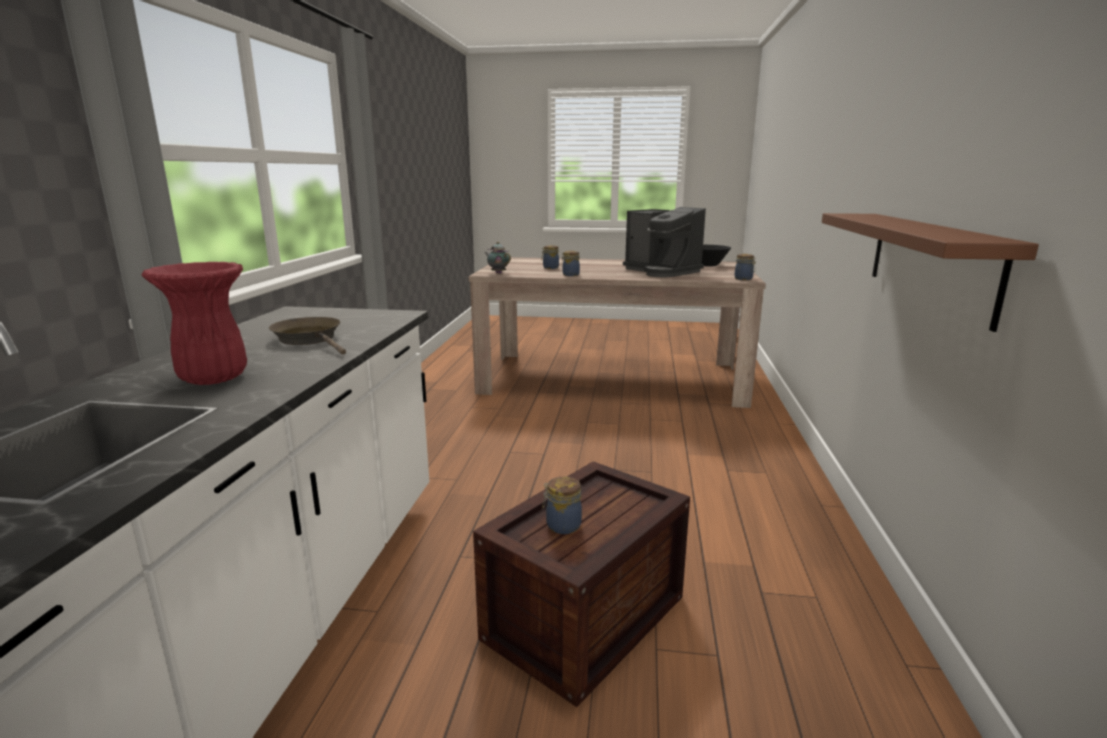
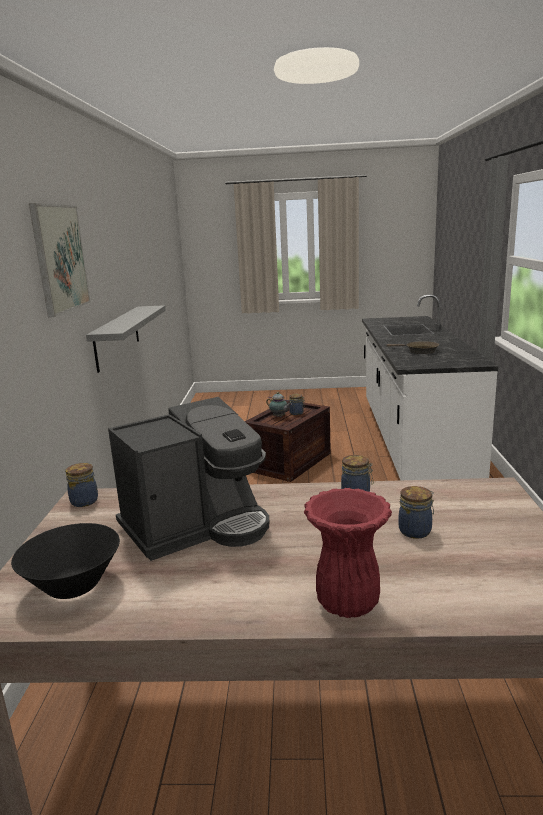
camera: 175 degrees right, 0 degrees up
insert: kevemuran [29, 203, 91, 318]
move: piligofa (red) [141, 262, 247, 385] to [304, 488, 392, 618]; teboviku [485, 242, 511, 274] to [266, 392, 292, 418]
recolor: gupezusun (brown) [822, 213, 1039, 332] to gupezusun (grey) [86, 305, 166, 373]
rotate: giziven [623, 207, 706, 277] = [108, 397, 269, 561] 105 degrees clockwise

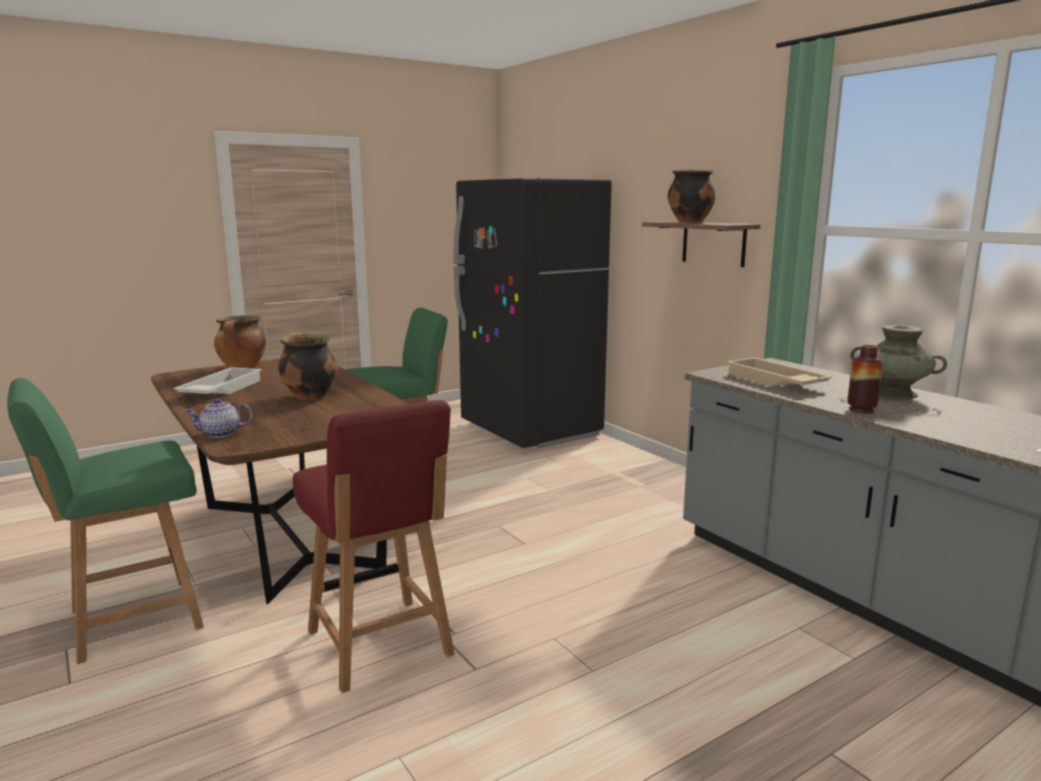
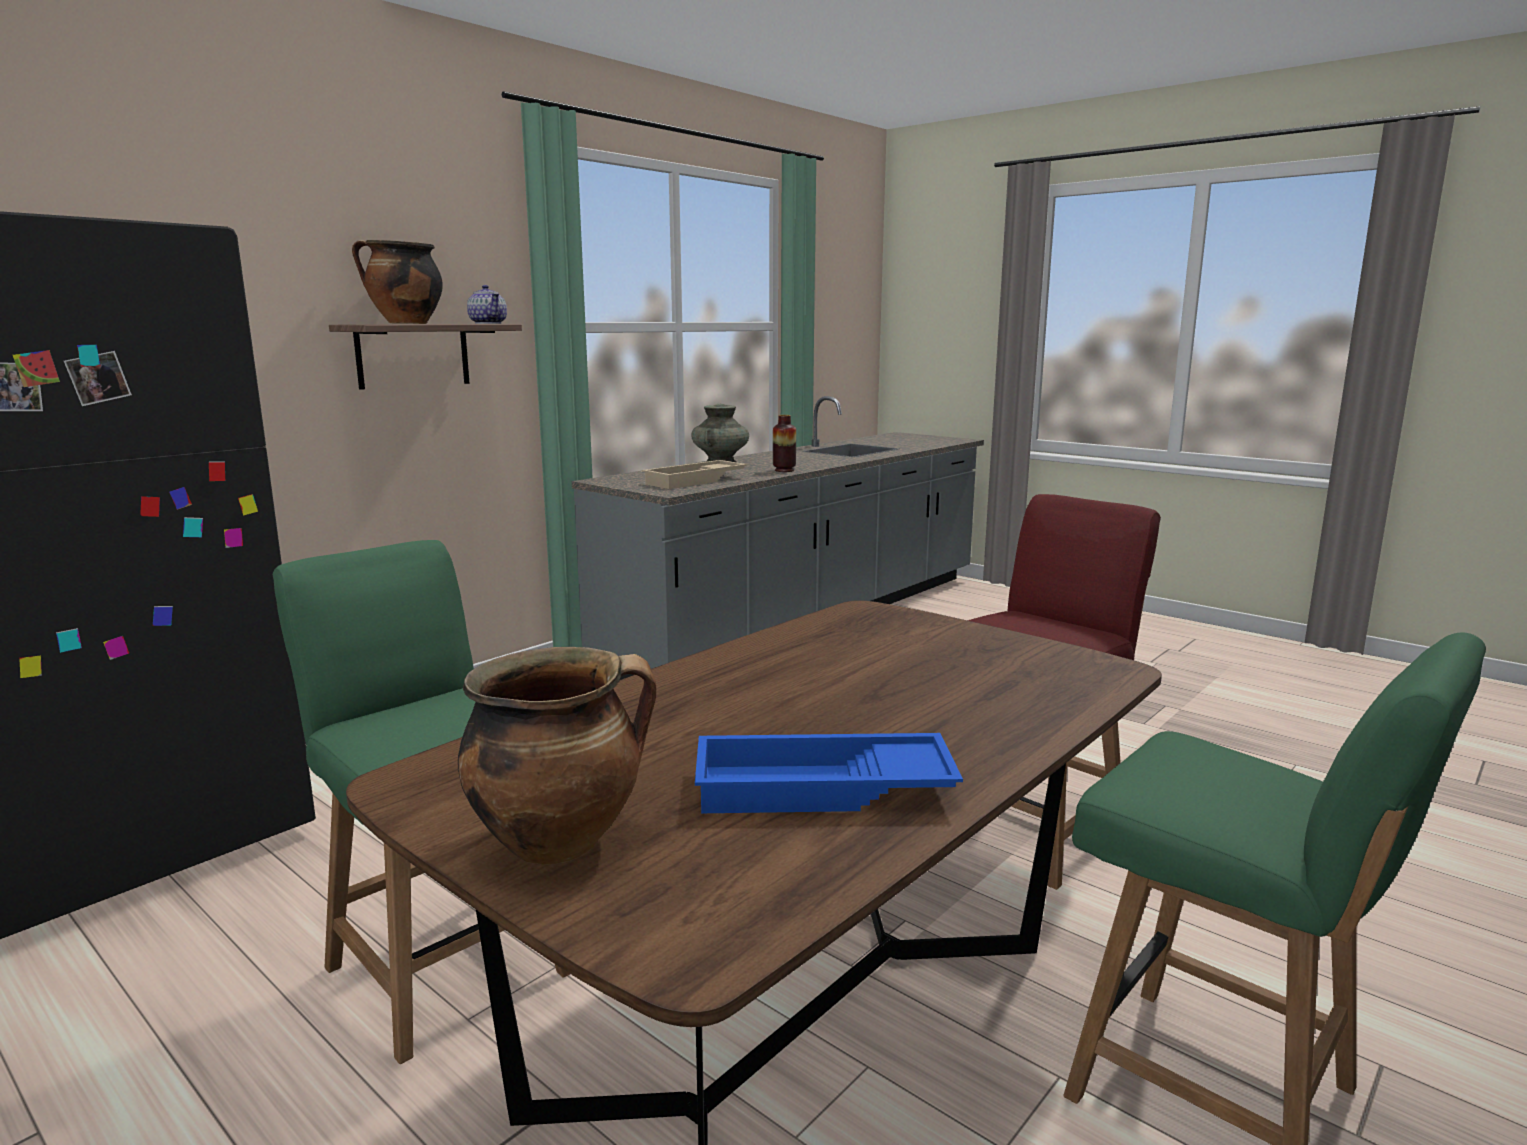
camera: 105 degrees left, 0 degrees up
delete: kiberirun [278, 333, 337, 400]
move: teboviku [184, 398, 252, 438] to [467, 285, 507, 324]
recolor: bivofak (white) [173, 367, 262, 394] to bivofak (blue) [695, 733, 963, 813]

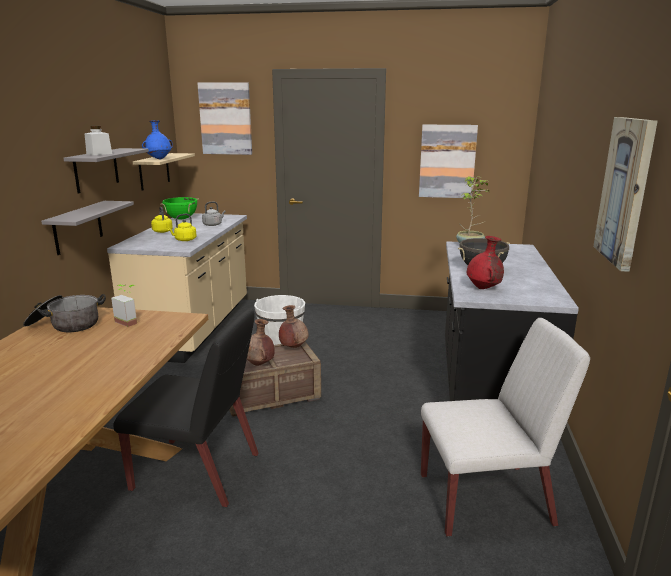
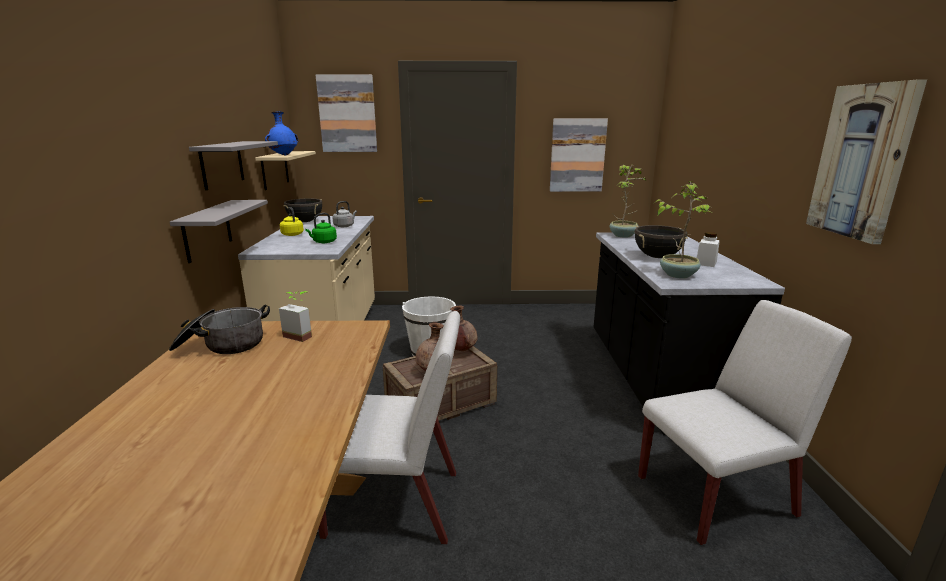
camera: 10 degrees left, 0 degrees up
move: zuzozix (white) [85, 126, 112, 155] to [697, 232, 720, 267]
replace: piligofa (red) [467, 236, 504, 289] to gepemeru [654, 181, 713, 279]
recolor: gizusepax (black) [114, 309, 259, 507] to gizusepax (white) [318, 311, 460, 545]; kiberirun (green) [160, 197, 199, 219] to kiberirun (black) [283, 199, 322, 222]; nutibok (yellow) [167, 214, 196, 241] to nutibok (green) [305, 213, 337, 243]

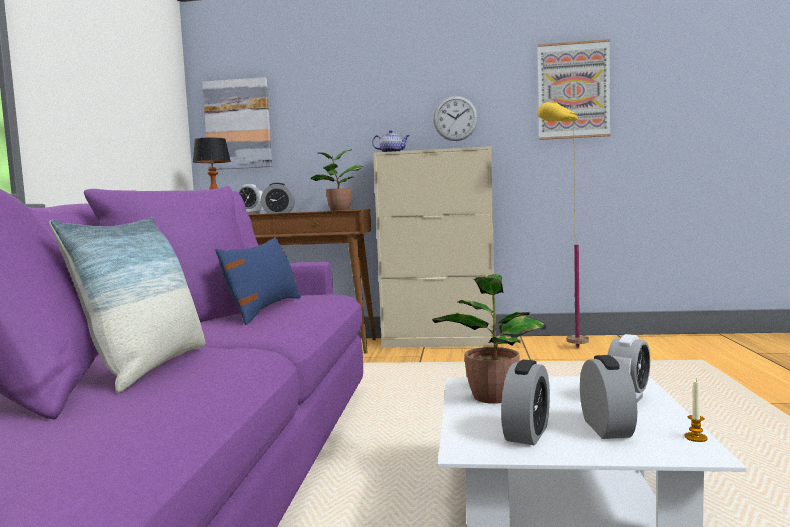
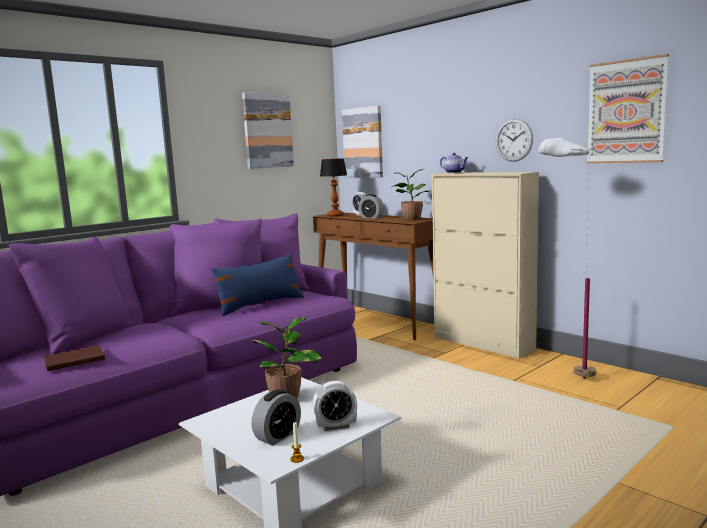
camera: 40 degrees right, 5 degrees up
delete: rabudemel [49, 217, 205, 393]; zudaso [501, 360, 550, 445]
insert: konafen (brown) [43, 345, 105, 371]; kevemuran [242, 92, 294, 169]
recolor: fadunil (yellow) [537, 102, 589, 348] to fadunil (white) [539, 137, 596, 379]

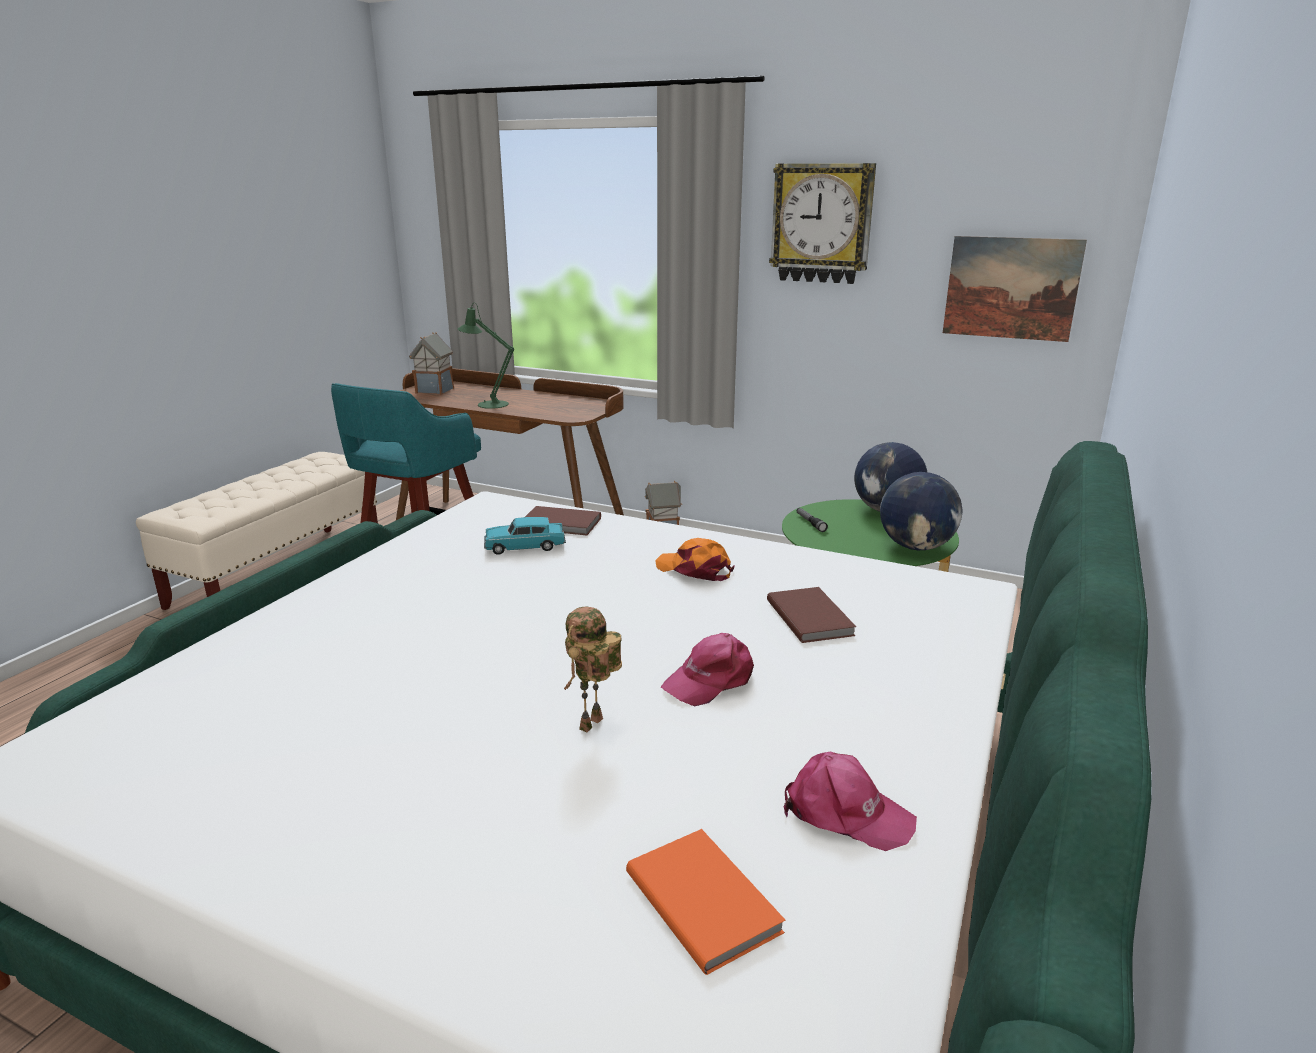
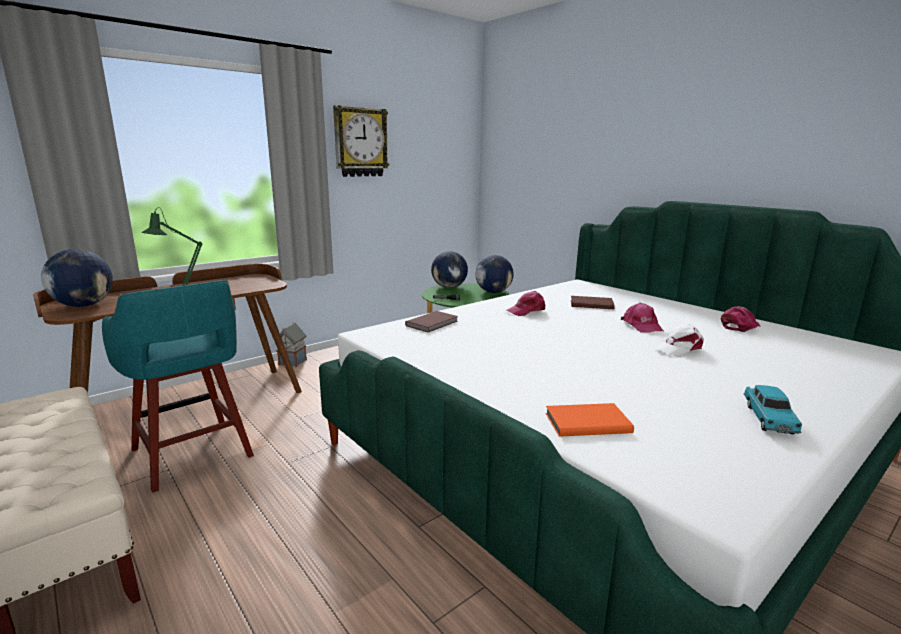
camera: 65 degrees left, 5 degrees down
delete: kevemuran [943, 236, 1087, 342]
move: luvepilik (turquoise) [484, 517, 566, 555] to [744, 385, 802, 434]; konafen (orange) [626, 829, 785, 975] to [545, 403, 634, 437]
replace: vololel [409, 332, 454, 395] to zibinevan [41, 249, 113, 307]; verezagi [564, 607, 622, 732] to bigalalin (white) [654, 324, 704, 357]
recolor: bigalalin (orange) [655, 538, 735, 581] to bigalalin (pink) [505, 291, 545, 316]

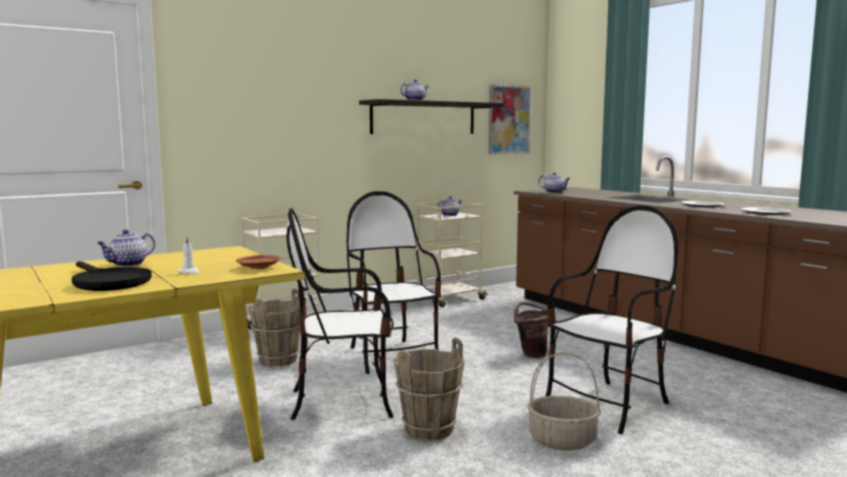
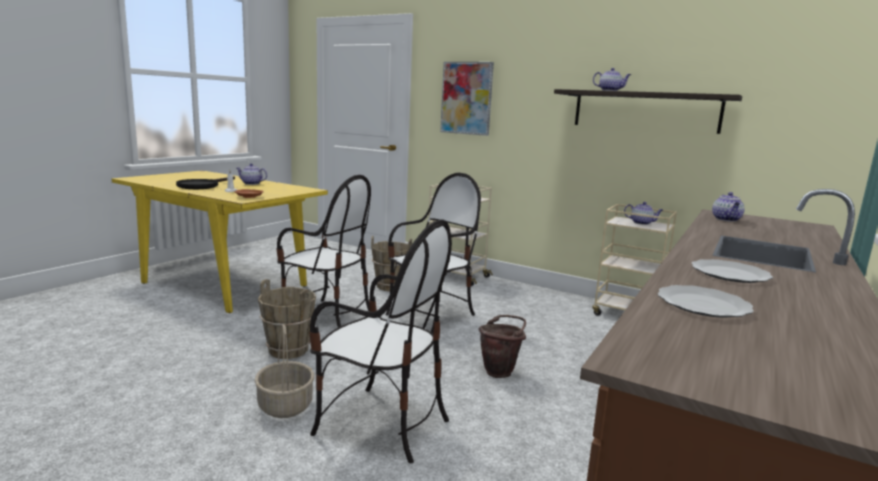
camera: 65 degrees right, 5 degrees up
move: kevemuran [489, 84, 531, 154] to [440, 62, 494, 136]
rotate: gizusepax [286, 208, 394, 420] = [277, 175, 371, 327] 150 degrees clockwise

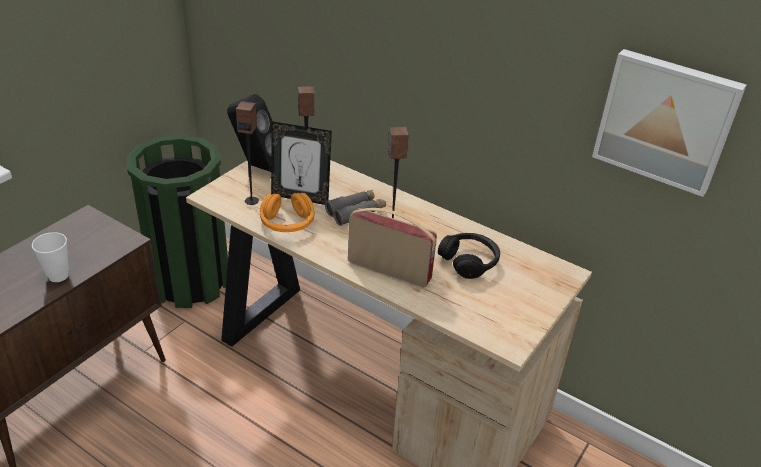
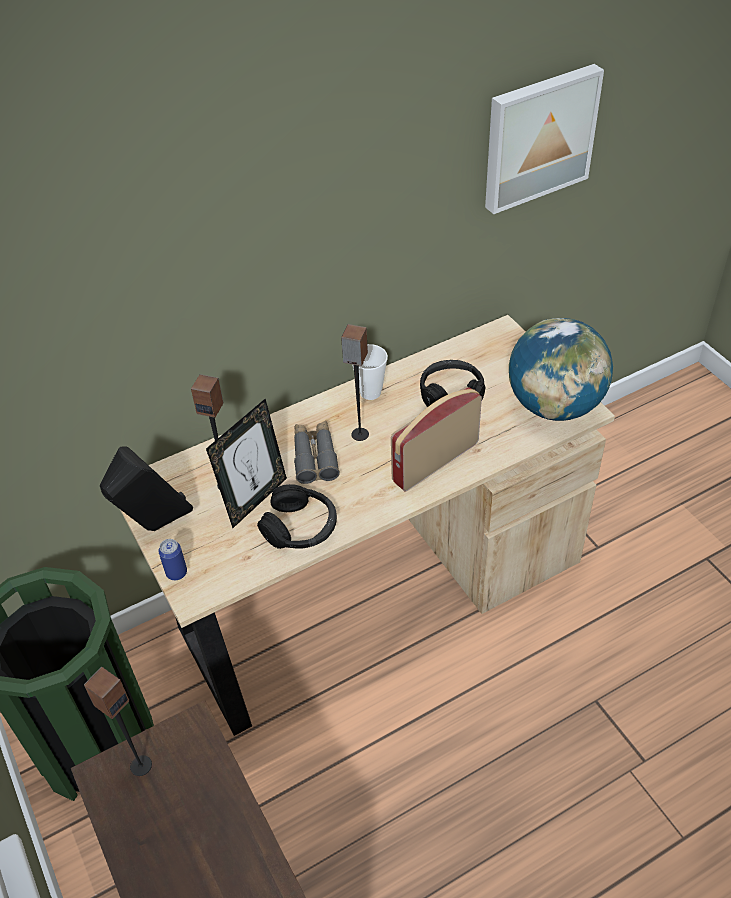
camera: 60 degrees left, 10 degrees up
insert: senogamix [158, 539, 187, 580]; zibinevan [509, 318, 613, 421]
move: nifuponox [32, 232, 69, 282] to [352, 344, 388, 400]; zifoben [236, 101, 259, 205] to [84, 667, 152, 776]
recolor: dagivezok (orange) [260, 193, 315, 232] to dagivezok (black) [257, 484, 337, 549]

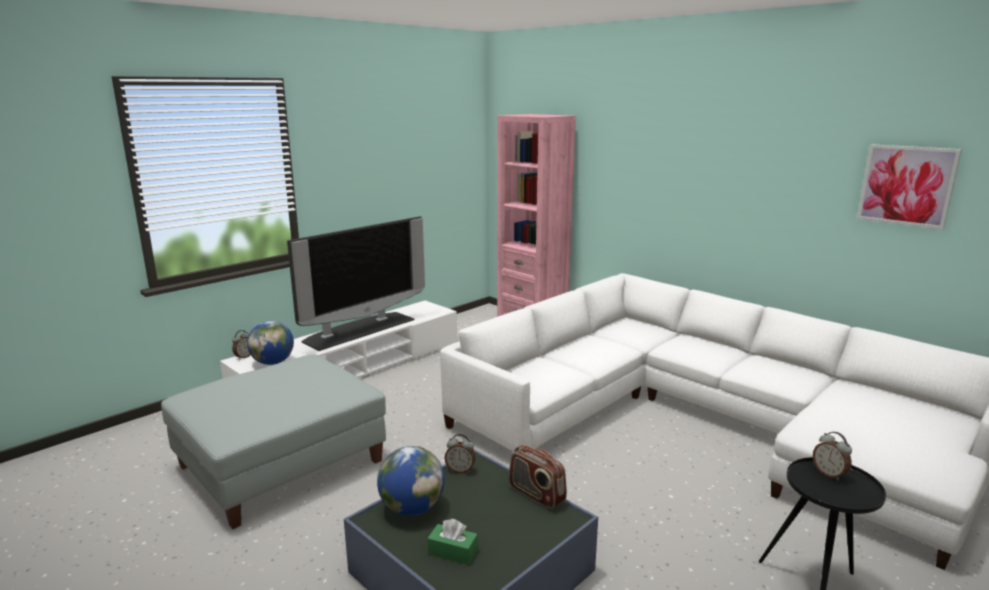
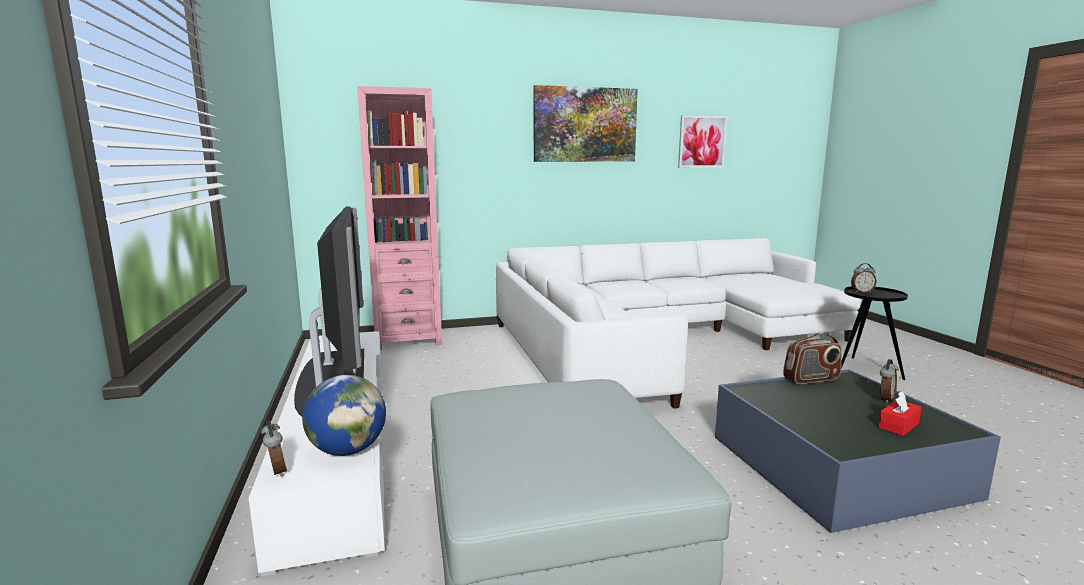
camera: 60 degrees left, 5 degrees down
delete: zibinevan [377, 446, 445, 516]
insert: kevemuran [533, 85, 638, 162]
move: zudaso [445, 434, 476, 473] to [880, 359, 899, 403]
recolor: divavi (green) [428, 519, 478, 565] to divavi (red) [878, 391, 922, 436]

